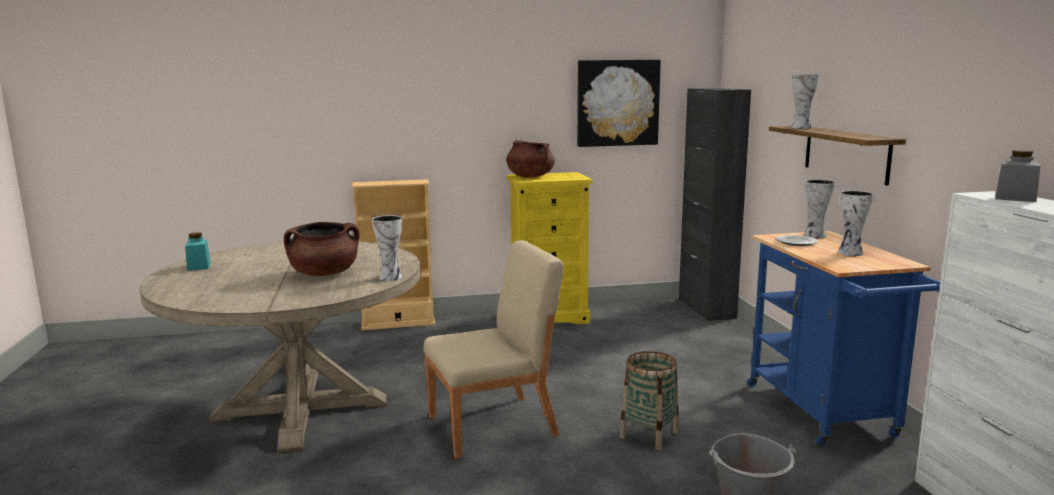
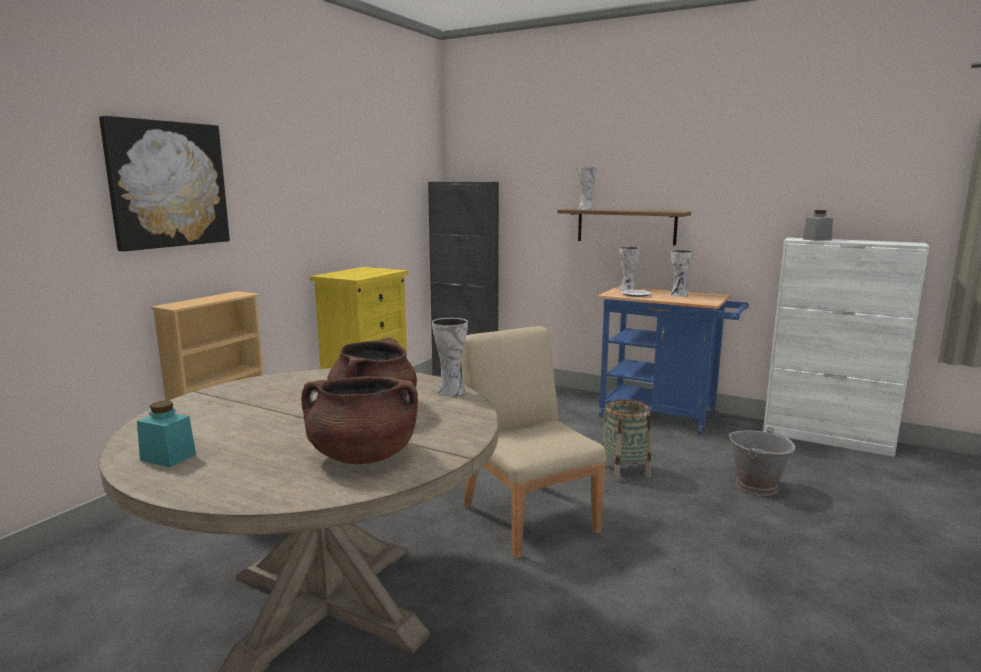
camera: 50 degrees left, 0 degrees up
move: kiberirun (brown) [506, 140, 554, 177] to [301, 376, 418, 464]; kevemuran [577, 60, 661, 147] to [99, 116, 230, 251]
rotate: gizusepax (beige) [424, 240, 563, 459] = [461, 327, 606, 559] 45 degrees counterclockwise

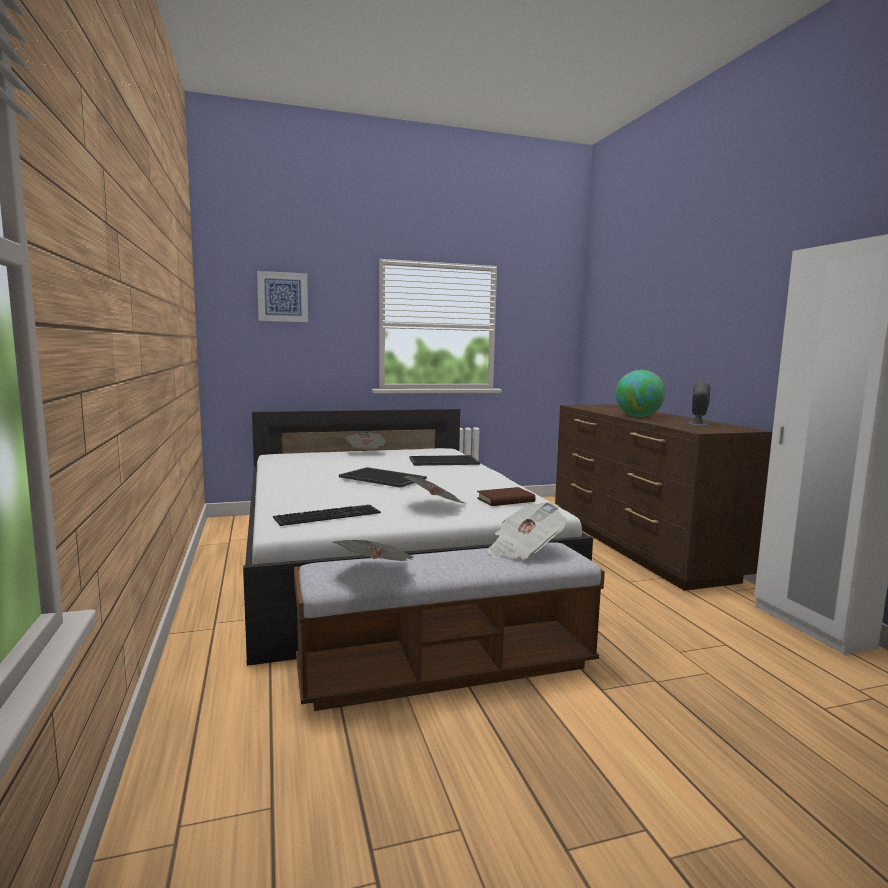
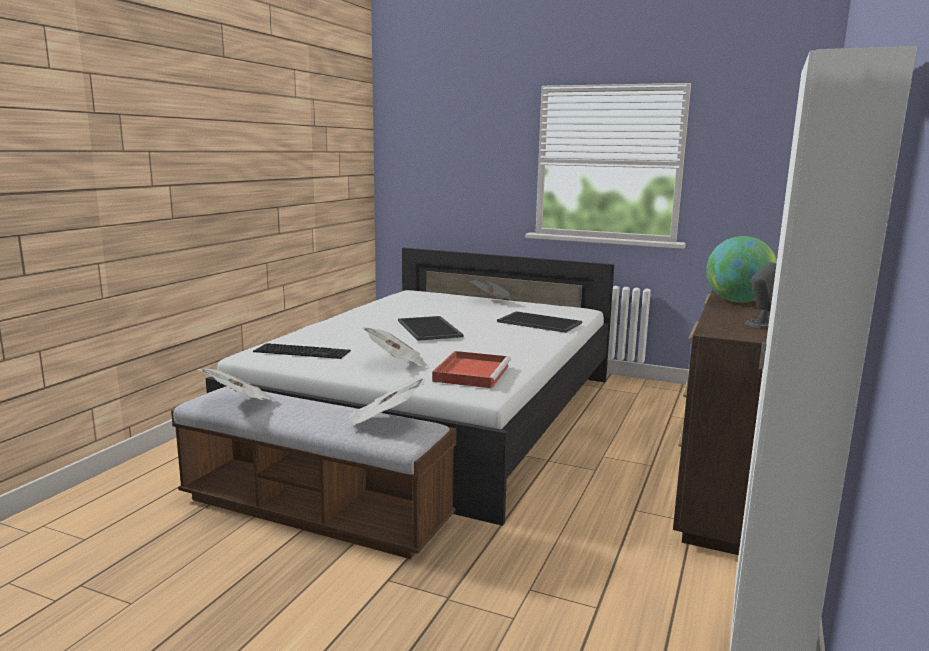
camera: 40 degrees right, 5 degrees up
delete: kevemuran [257, 271, 308, 322]
replace: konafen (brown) [477, 487, 535, 506] to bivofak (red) [432, 351, 511, 388]

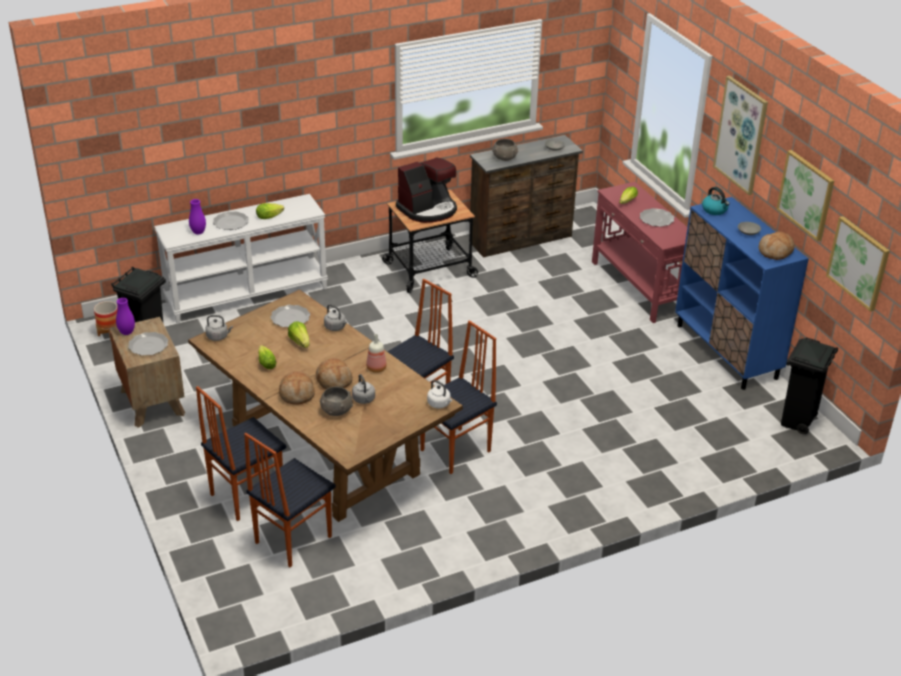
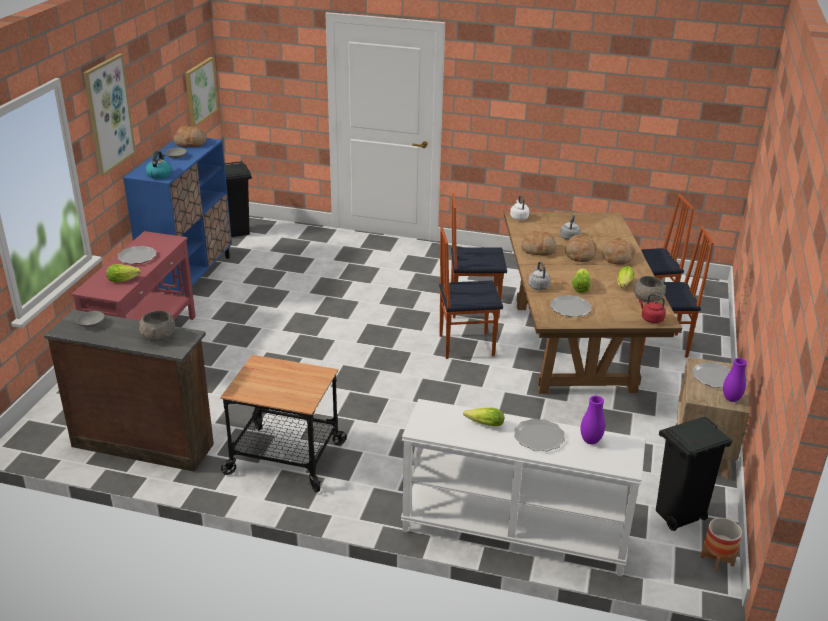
camera: 140 degrees left, 5 degrees down
delete: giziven [396, 157, 457, 223]; kevemuran [777, 150, 834, 241]
move: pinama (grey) [320, 386, 353, 416] to [634, 276, 666, 302]
replace: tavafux [366, 334, 387, 373] to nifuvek [521, 231, 556, 255]
recolor: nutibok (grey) [205, 315, 233, 341] to nutibok (red) [639, 294, 666, 323]

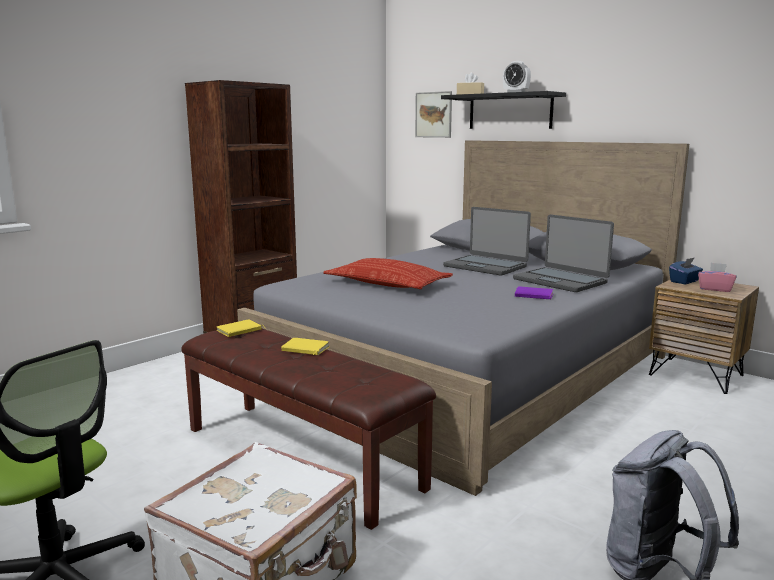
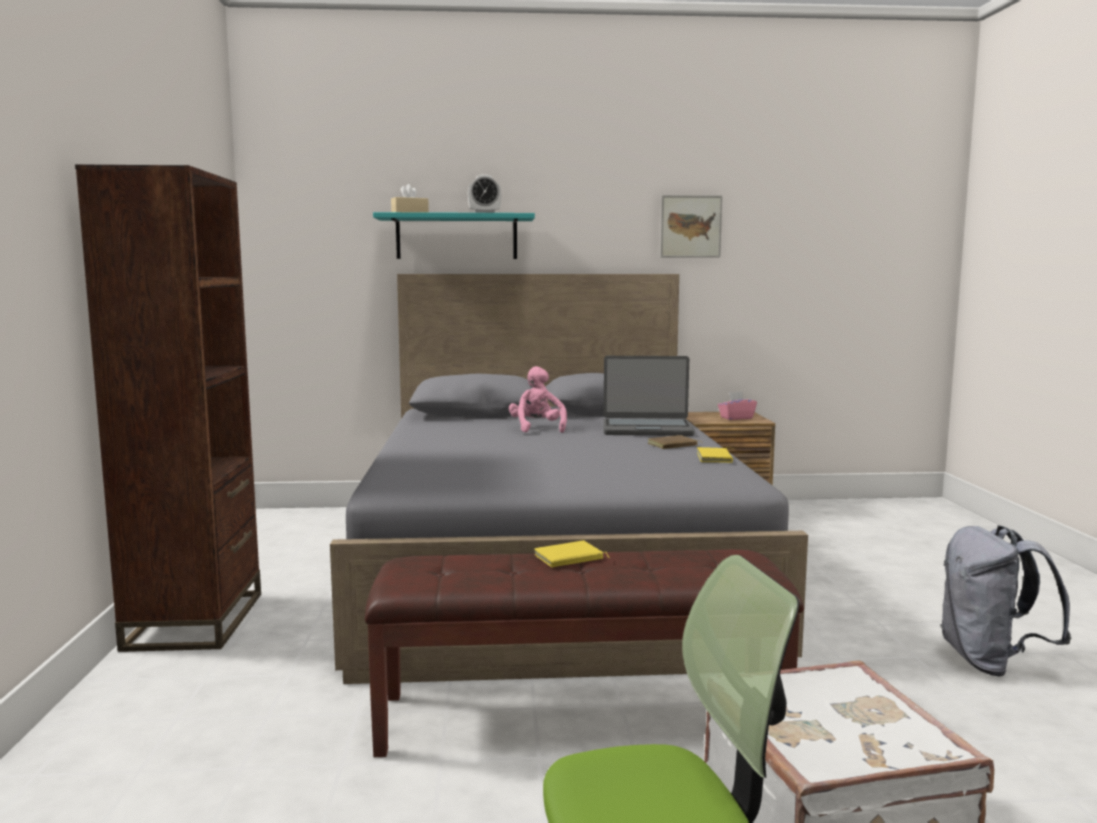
camera: 45 degrees left, 5 degrees down
delete: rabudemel [323, 258, 453, 289]; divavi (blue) [669, 257, 703, 284]
move: konafen (yellow) [217, 319, 265, 337] to [697, 447, 737, 463]; kevemuran [415, 91, 452, 138] to [660, 195, 722, 258]
replace: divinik [443, 207, 531, 275] to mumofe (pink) [509, 366, 567, 433]
recolor: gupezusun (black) [441, 91, 566, 129] to gupezusun (turquoise) [373, 212, 535, 259]; konafen (purple) [515, 287, 553, 299] to konafen (brown) [648, 435, 702, 449]

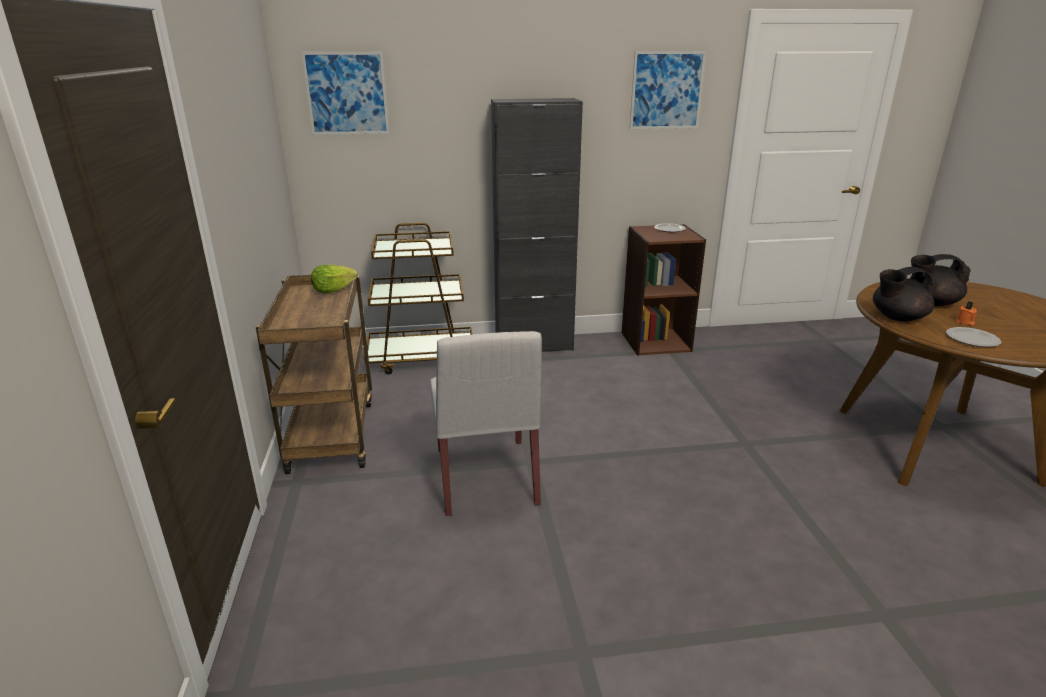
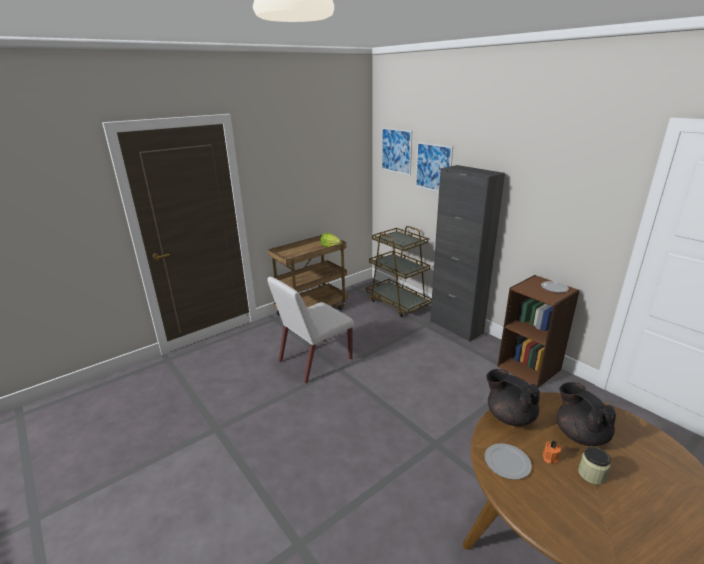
camera: 60 degrees right, 0 degrees up
insert: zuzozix [578, 447, 611, 485]
move: kevemuran [630, 51, 706, 129] to [415, 142, 453, 192]

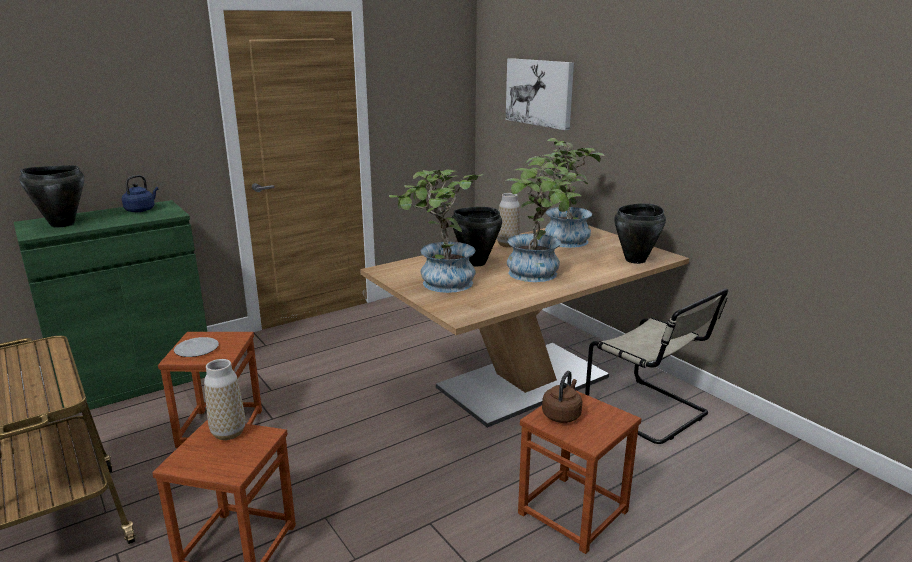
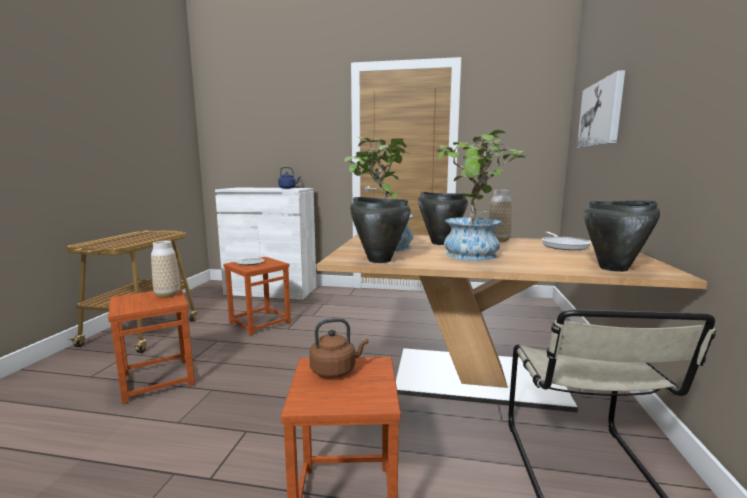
camera: 45 degrees right, 10 degrees down
move: kiberirun (black) [19, 165, 84, 228] to [350, 197, 411, 263]
replace: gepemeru [526, 138, 605, 248] to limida [542, 232, 591, 250]
recolor: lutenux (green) [14, 200, 207, 413] to lutenux (white) [215, 187, 317, 300]

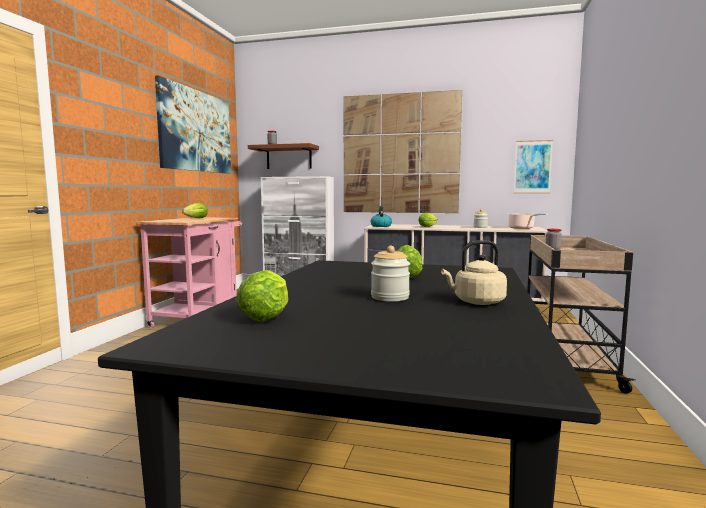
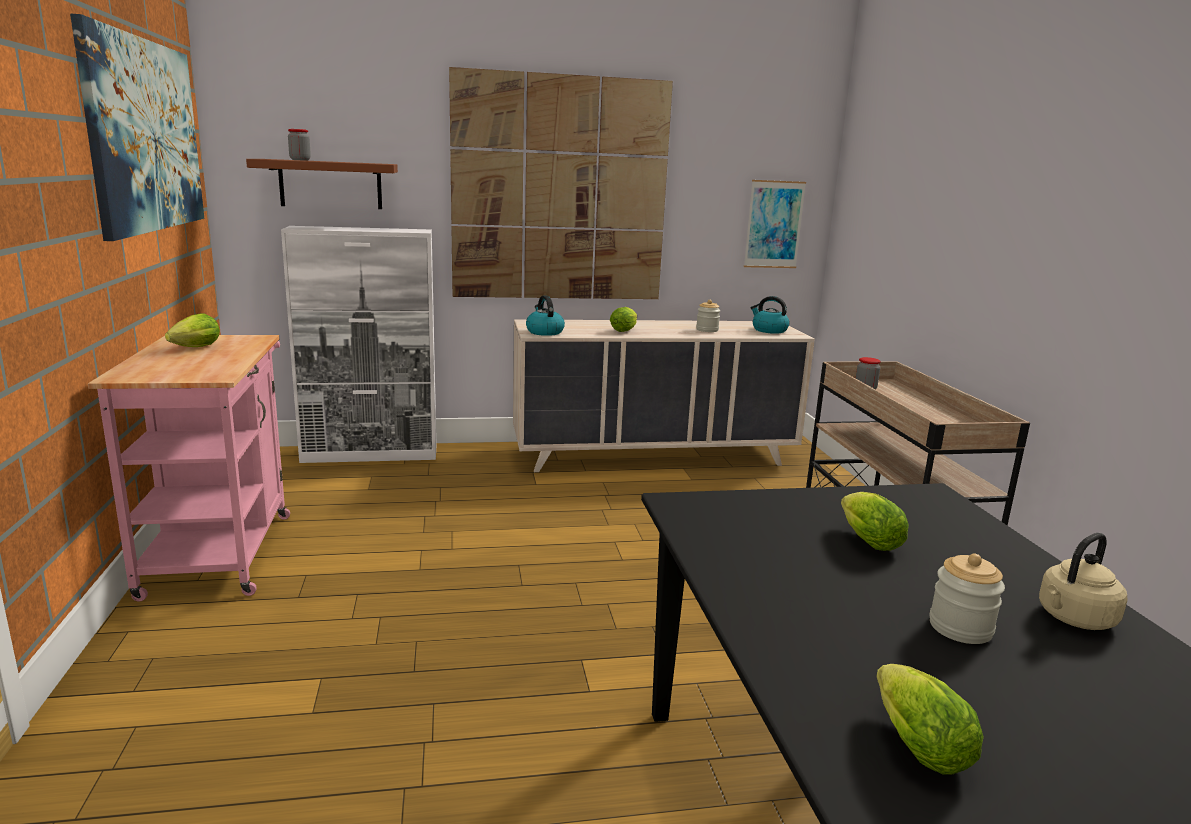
camera: 25 degrees left, 10 degrees up
replace: kiberirun [508, 213, 548, 229] to nutibok [751, 296, 790, 334]

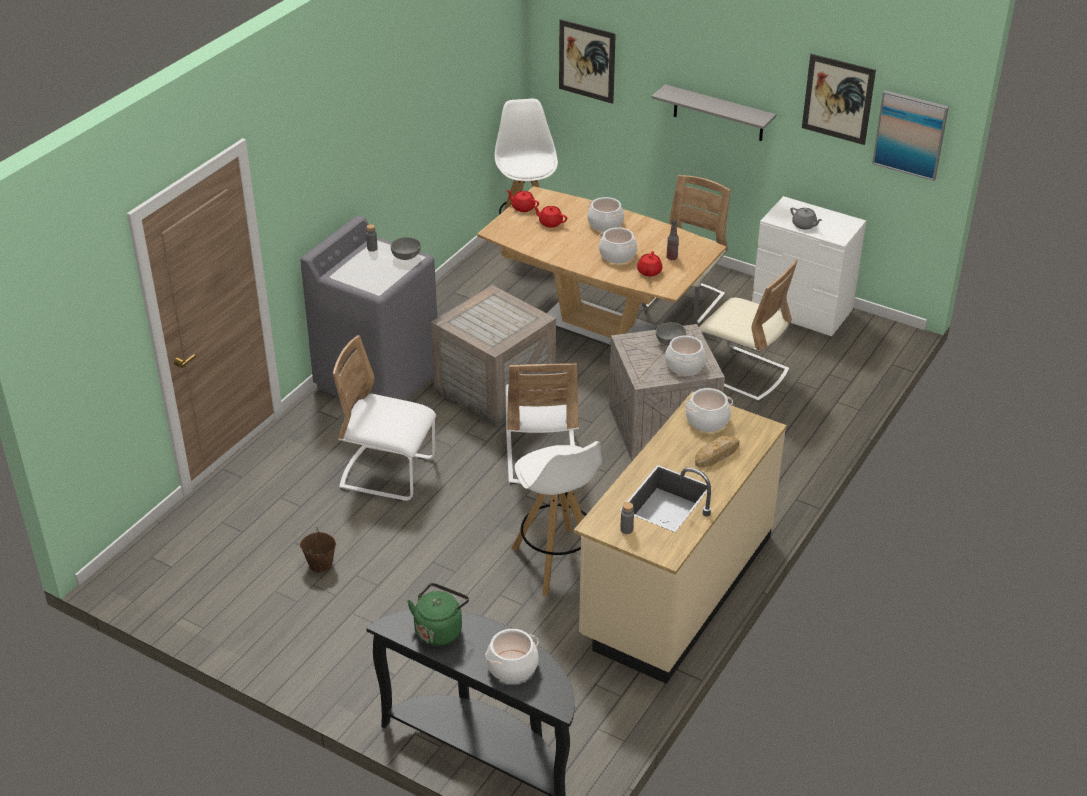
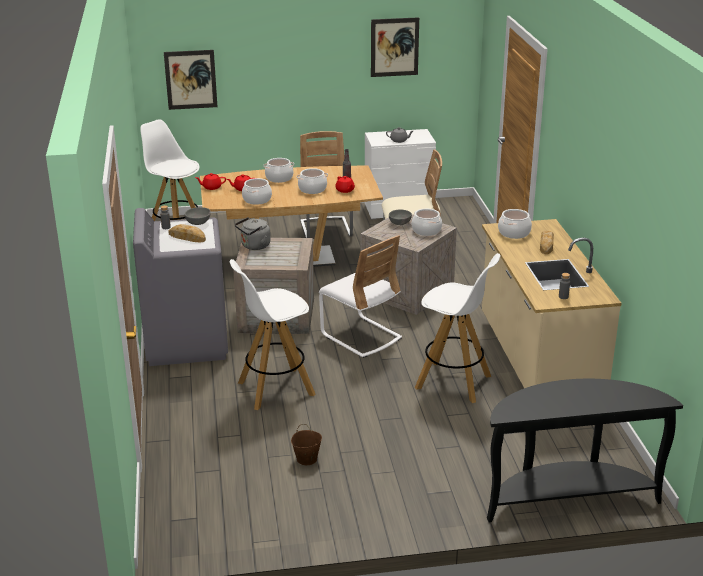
camera: 40 degrees left, 10 degrees down
delete: nutibok (green) [407, 583, 469, 646]; gupezusun (grey) [651, 84, 776, 141]; kevemuran [872, 90, 949, 181]
insert: nifuvek [168, 224, 206, 243]; nutibok (grey) [235, 217, 271, 250]
move: kiberirun [485, 629, 539, 683] to [242, 178, 272, 205]
replace: gizusepax (white) [333, 335, 436, 501] to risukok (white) [230, 259, 315, 410]

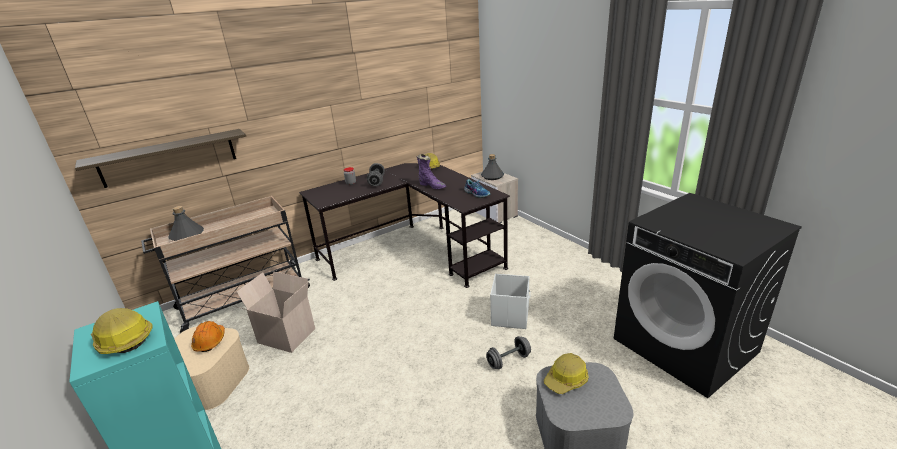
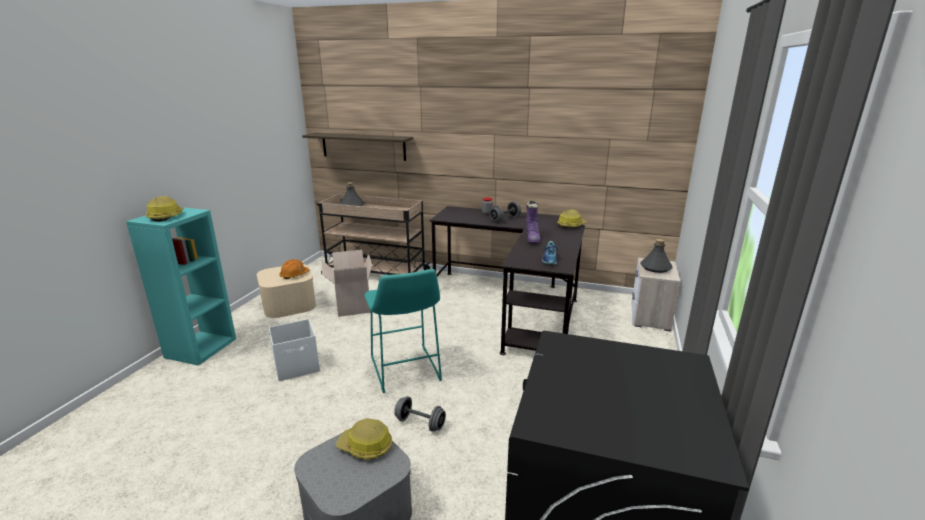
camera: 50 degrees right, 5 degrees down
insert: risukok (turquoise) [364, 269, 442, 393]
move: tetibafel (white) [490, 274, 531, 329] to [269, 319, 320, 381]

